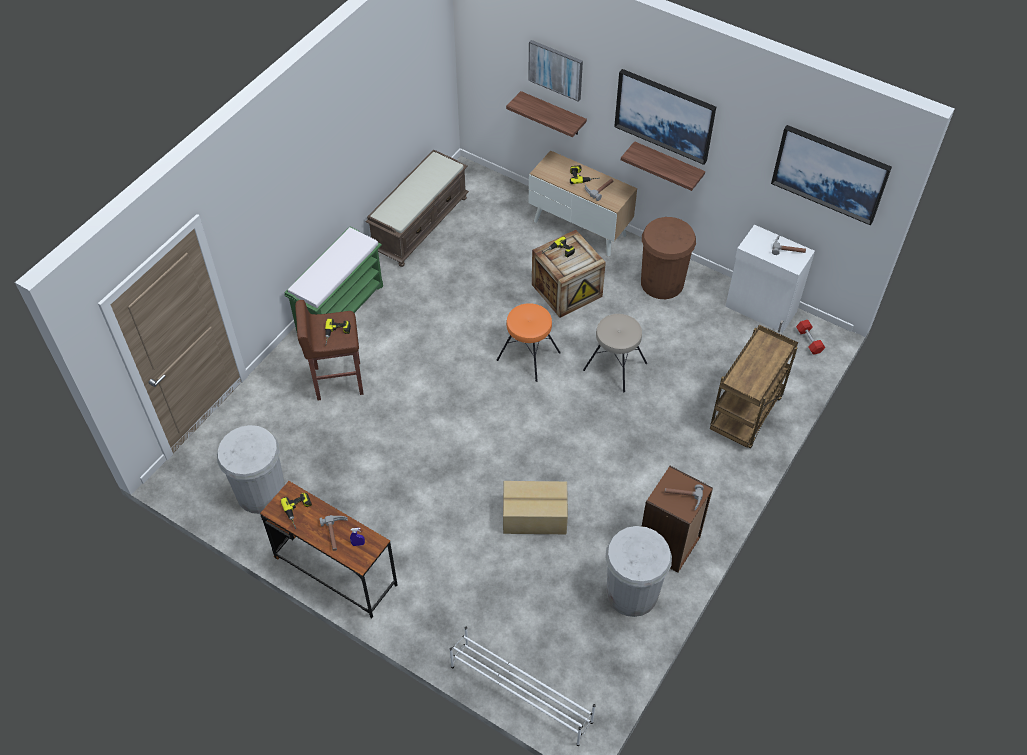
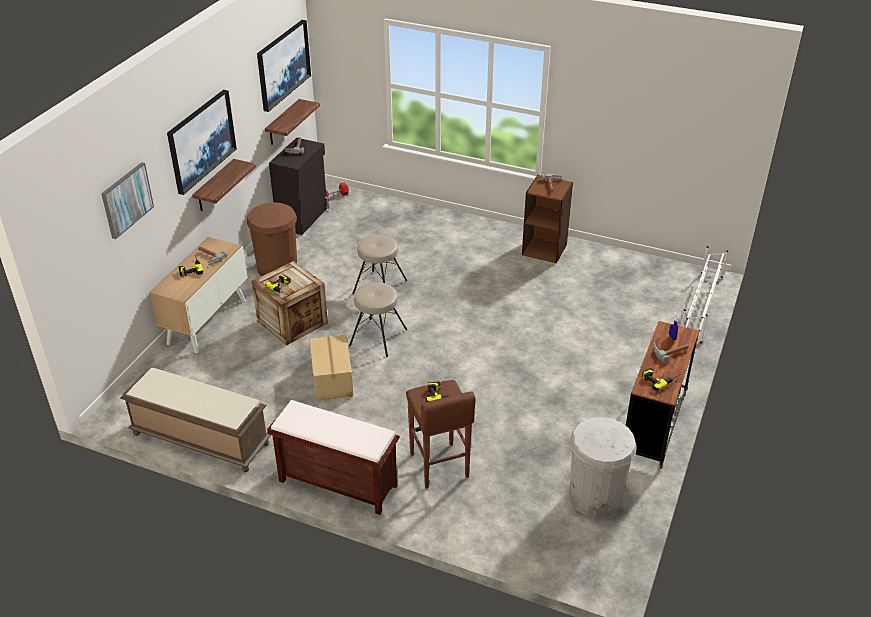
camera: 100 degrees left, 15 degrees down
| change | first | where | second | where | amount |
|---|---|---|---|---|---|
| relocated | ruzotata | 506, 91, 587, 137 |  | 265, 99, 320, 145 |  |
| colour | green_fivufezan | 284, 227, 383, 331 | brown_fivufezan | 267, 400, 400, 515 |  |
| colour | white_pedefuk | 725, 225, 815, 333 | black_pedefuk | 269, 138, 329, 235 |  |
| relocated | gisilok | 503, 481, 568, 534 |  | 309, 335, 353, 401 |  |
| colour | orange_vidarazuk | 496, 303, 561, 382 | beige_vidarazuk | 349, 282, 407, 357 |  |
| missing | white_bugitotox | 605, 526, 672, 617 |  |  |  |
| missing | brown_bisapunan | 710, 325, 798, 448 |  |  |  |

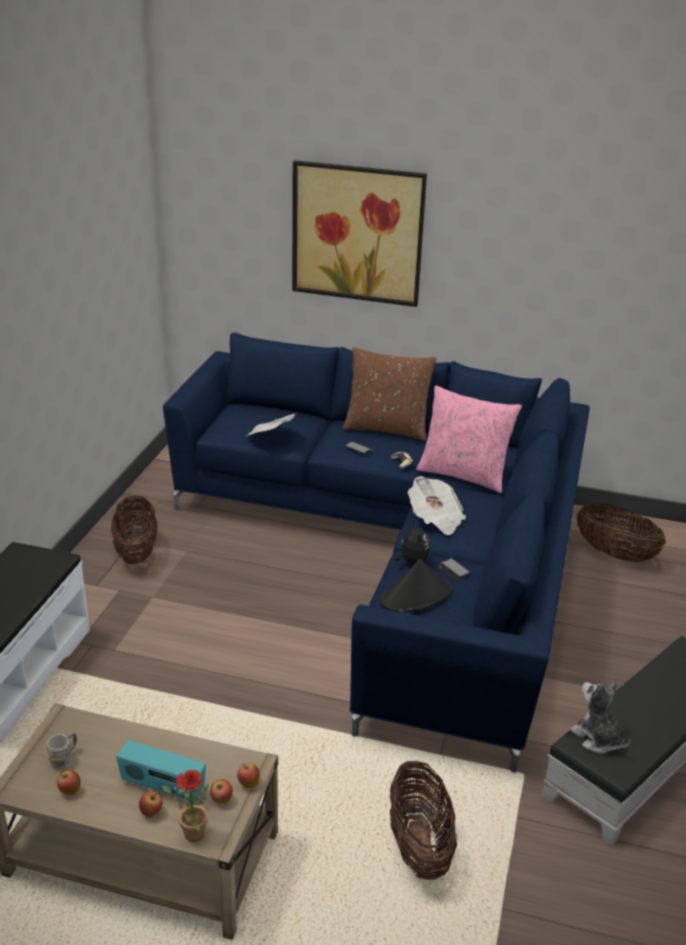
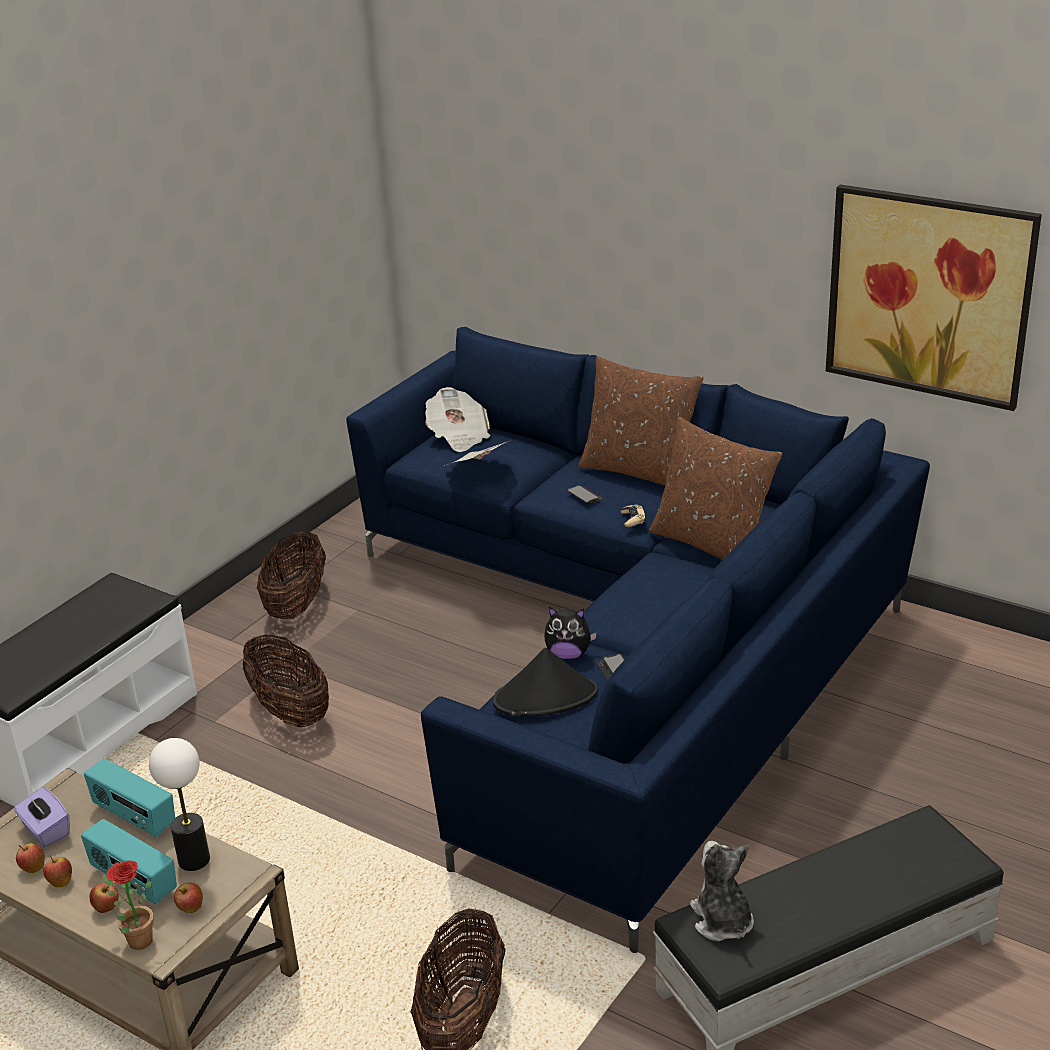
camera: 20 degrees right, 0 degrees up
| change | first | where | second | where | amount |
|---|---|---|---|---|---|
| exchanged | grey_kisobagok | 47, 732, 77, 768 | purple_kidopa | 14, 787, 70, 847 |  |
| relocated | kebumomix | 237, 763, 260, 788 |  | 43, 855, 72, 887 |  |
| appeared |  |  | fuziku | 84, 759, 175, 837 |  |
| appeared |  |  | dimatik | 149, 738, 210, 871 |  |
| relocated | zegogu | 576, 503, 666, 562 |  | 243, 634, 329, 727 |  |
| relocated | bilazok | 408, 476, 466, 535 |  | 425, 387, 490, 452 |  |
| spun | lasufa | 394, 519, 430, 565 |  | 544, 607, 597, 659 | 90 degrees clockwise |
| colour | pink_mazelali | 416, 386, 522, 493 | brown_mazelali | 649, 417, 782, 560 |  |
| relocated | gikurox | 292, 160, 427, 307 |  | 826, 184, 1042, 411 |  |

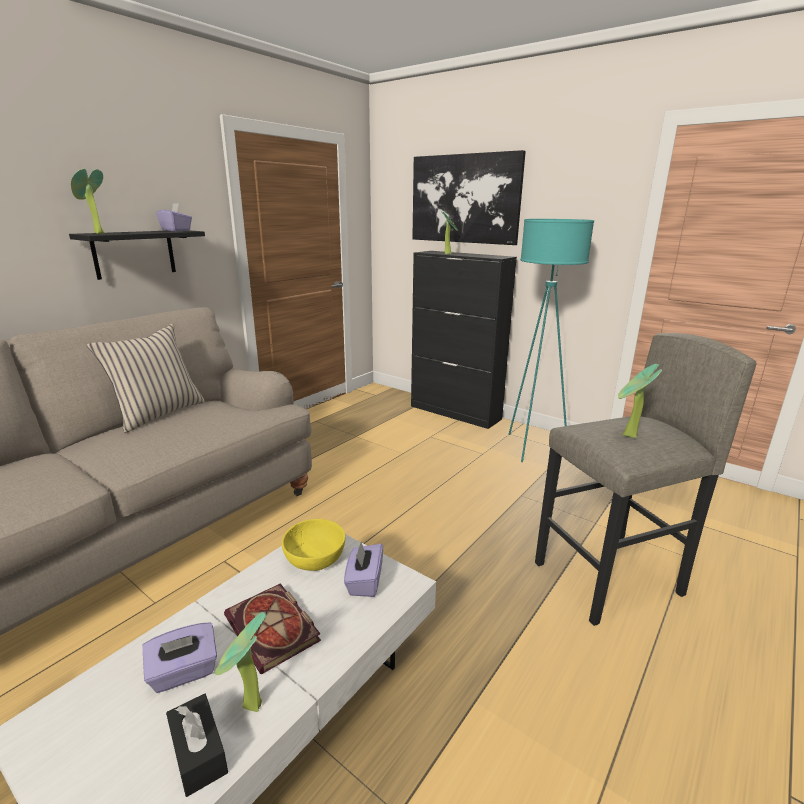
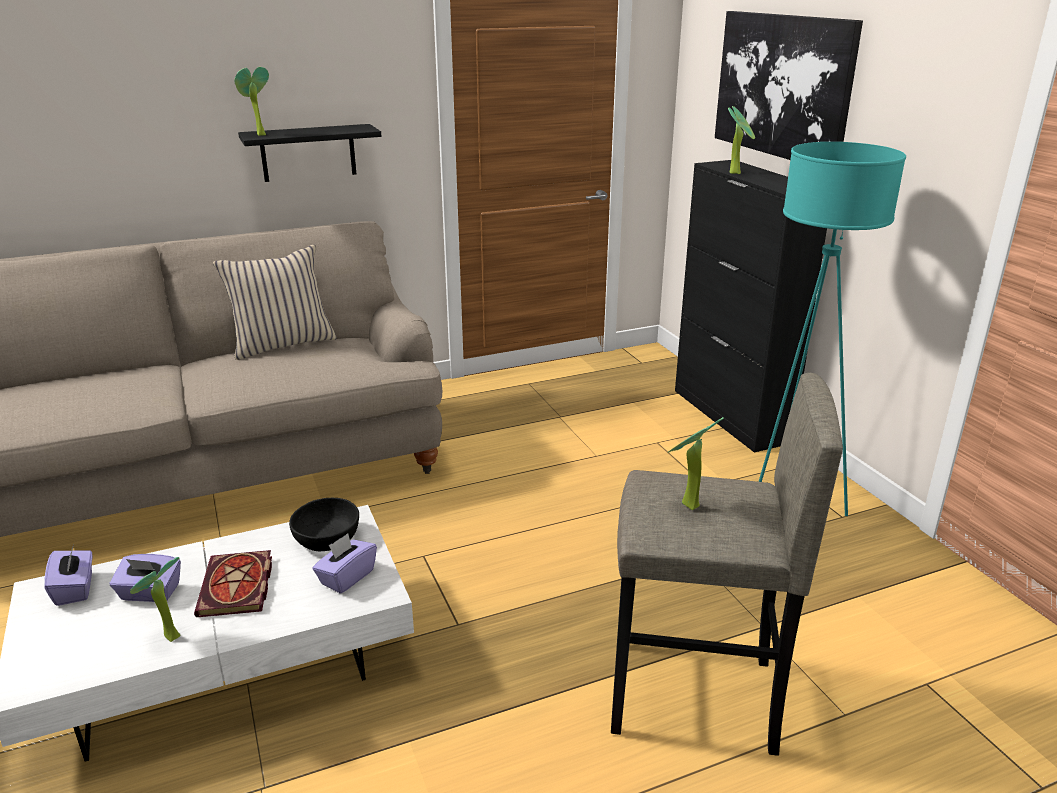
camera: 30 degrees right, 5 degrees up
| change | first | where | second | where | amount |
|---|---|---|---|---|---|
| relocated | purple_kidopa | 156, 203, 192, 231 |  | 44, 545, 92, 606 |  |
| colour | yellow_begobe | 282, 519, 345, 571 | black_begobe | 289, 498, 359, 551 |  |
| missing | black_kidopa | 166, 694, 228, 797 |  |  |  |

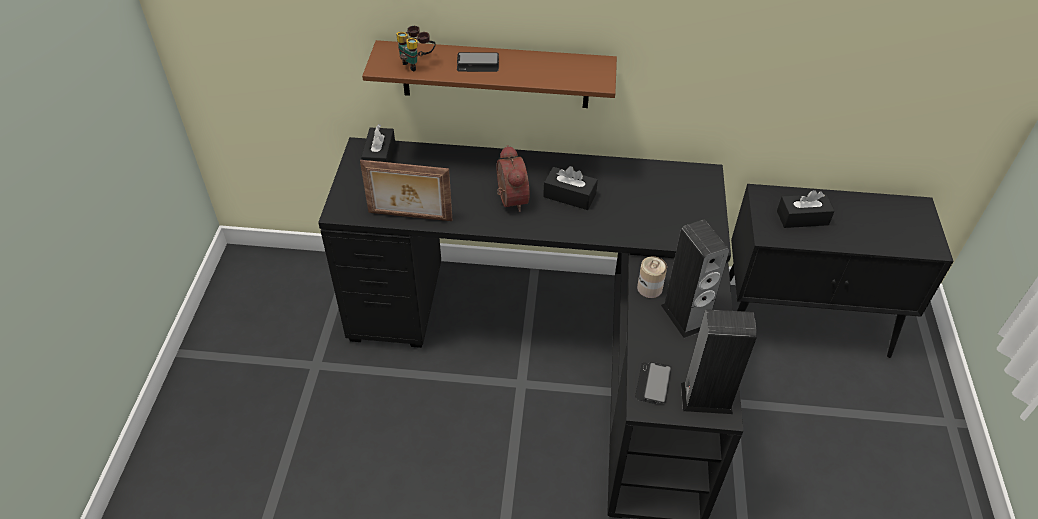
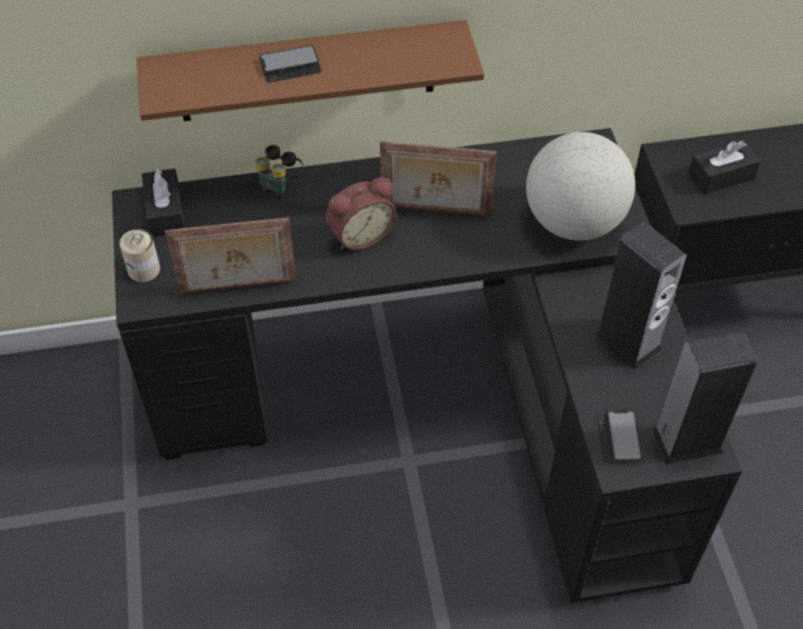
camera: 15 degrees left, 5 degrees up
| change | first | where | second | where | amount |
|---|---|---|---|---|---|
| relocated | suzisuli | 637, 256, 667, 298 |  | 119, 229, 160, 282 |  |
| relocated | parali | 396, 26, 435, 71 |  | 256, 145, 303, 199 |  |
| spun | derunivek | 497, 145, 530, 212 |  | 326, 177, 397, 250 | 90 degrees clockwise |
| exchanged | black_kidopa | 543, 166, 598, 210 | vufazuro | 380, 141, 497, 217 |  |
| appeared |  |  | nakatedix | 526, 132, 635, 241 |  |

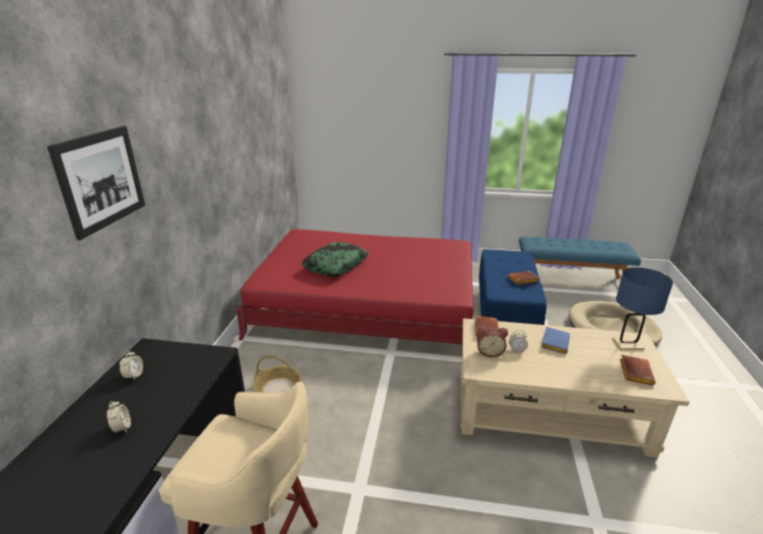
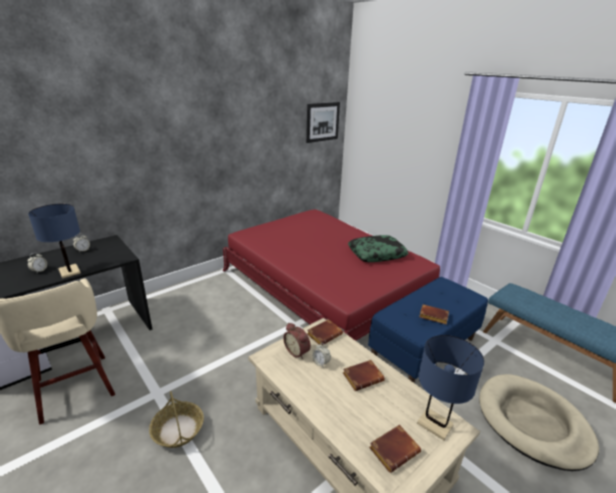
camera: 40 degrees right, 0 degrees up
| change | first | where | second | where | amount |
|---|---|---|---|---|---|
| appeared |  |  | blue_dimatik | 28, 204, 81, 279 |  |
| relocated | zegogu | 253, 355, 301, 393 |  | 149, 391, 204, 448 |  |
| relocated | gikurox | 47, 126, 145, 240 |  | 306, 102, 340, 143 |  |
| colour | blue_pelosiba | 542, 327, 570, 354 | brown_pelosiba | 343, 360, 385, 391 |  |
| relocated | mazelali | 301, 242, 368, 277 |  | 348, 235, 408, 262 |  |

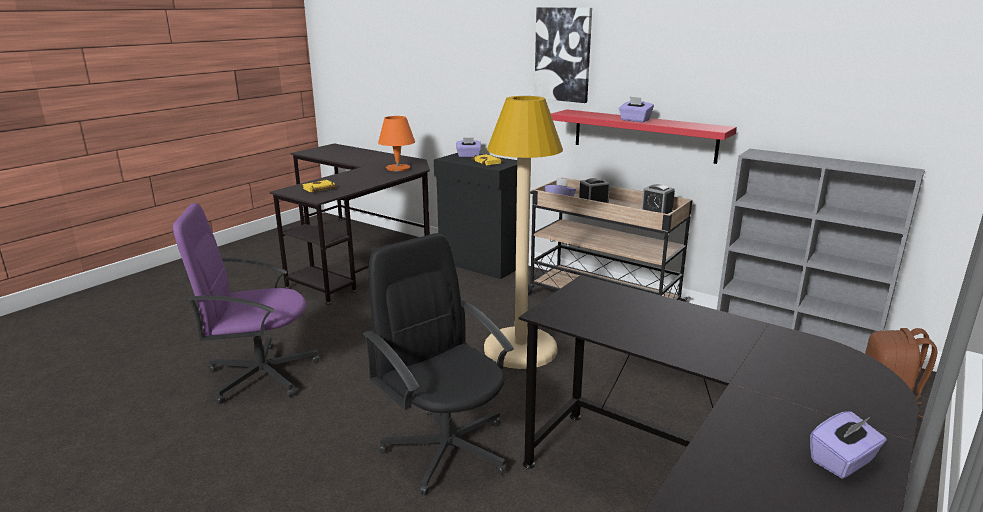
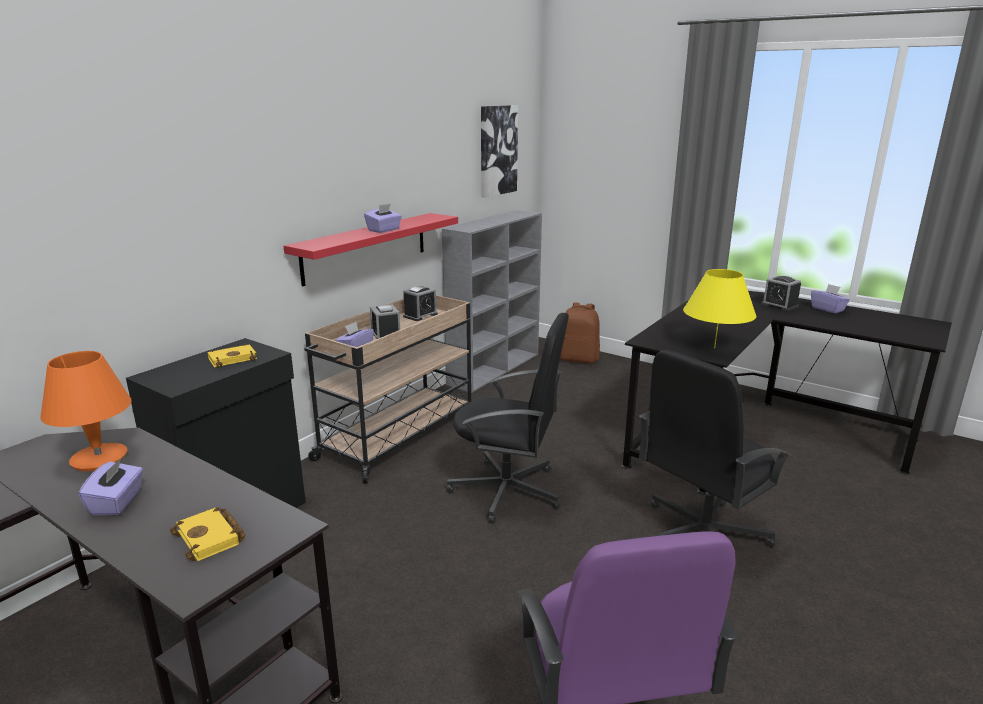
camera: 90 degrees left, 0 degrees up
| change | first | where | second | where | amount |
|---|---|---|---|---|---|
| relocated | purple_kidopa | 456, 137, 481, 157 |  | 79, 457, 143, 515 |  |
| exchanged | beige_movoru | 484, 96, 563, 369 | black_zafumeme | 446, 313, 569, 524 |  |
| relocated | gikurox | 534, 7, 592, 103 |  | 481, 105, 518, 198 |  |
| appeared |  |  | yellow_dimatik | 683, 269, 757, 348 |  |
| appeared |  |  | derunivek | 761, 276, 801, 311 |  |

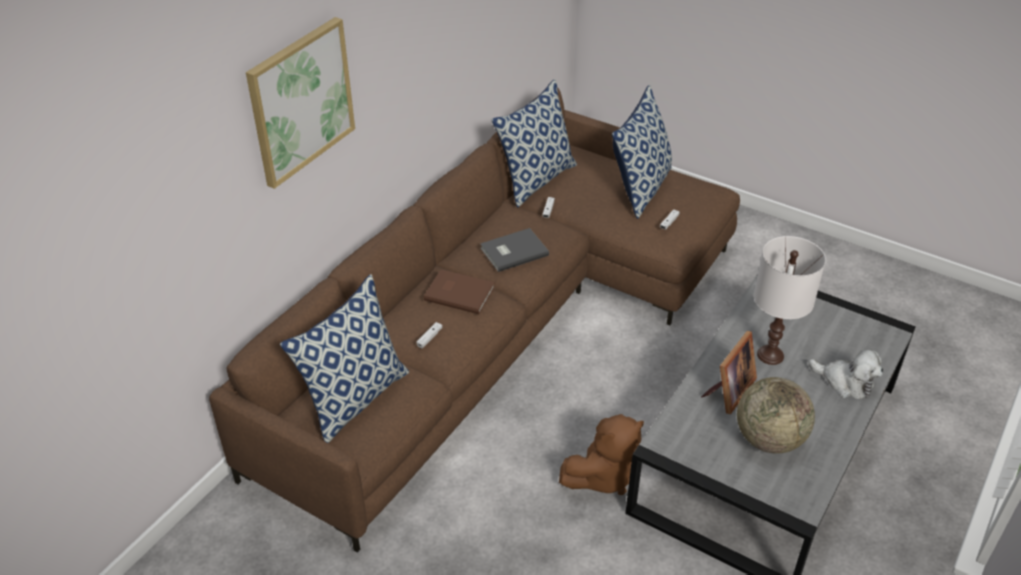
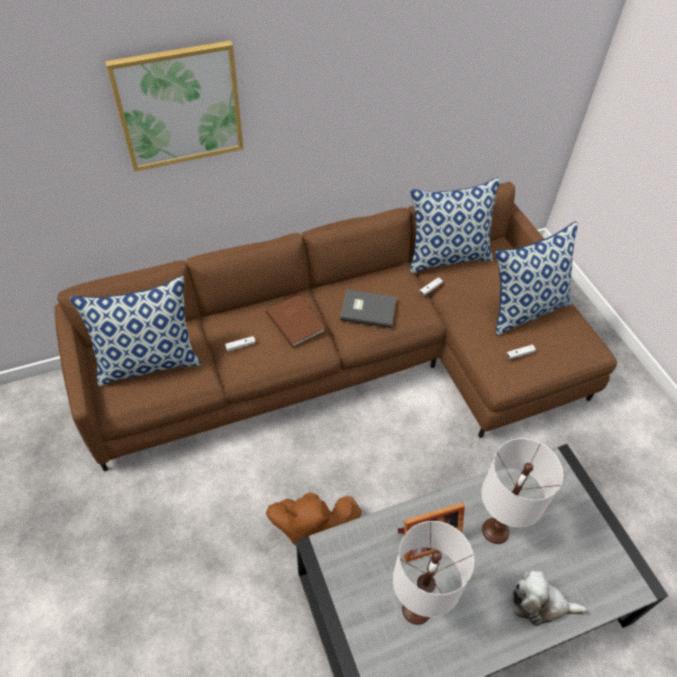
camera: 35 degrees right, 10 degrees up
| change | first | where | second | where | amount |
|---|---|---|---|---|---|
| exchanged | nakatedix | 737, 377, 815, 454 | white_dimatik | 393, 521, 474, 625 |  |
| spun | lasufa | 809, 349, 883, 399 |  | 513, 571, 587, 626 | 120 degrees clockwise |

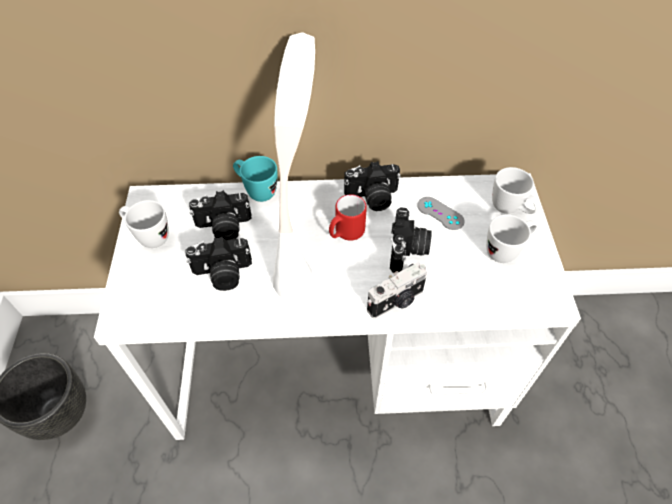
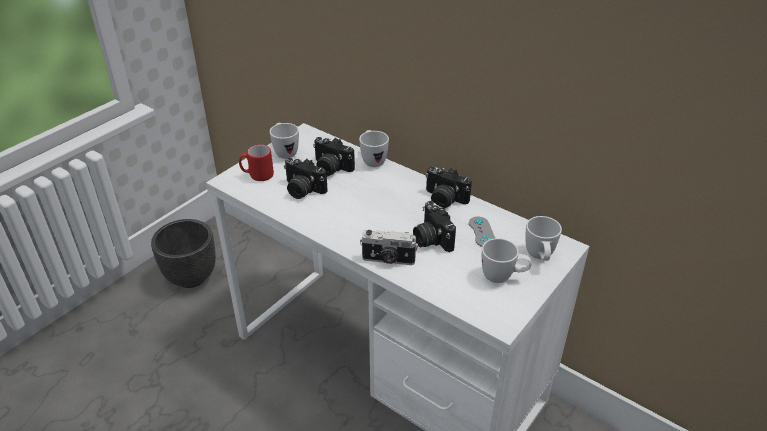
camera: 40 degrees right, 15 degrees down
| change | first | where | second | where | amount |
|---|---|---|---|---|---|
| relocated | red_kisobagok | 329, 194, 367, 241 |  | 239, 145, 274, 181 |  |
| colour | turquoise_kisobagok | 233, 156, 277, 202 | white_kisobagok | 359, 130, 389, 167 |  |
| spun | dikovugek | 390, 207, 432, 273 |  | 413, 201, 456, 252 | 105 degrees clockwise |
| missing | white_dimatik | 273, 32, 315, 301 |  |  |  |

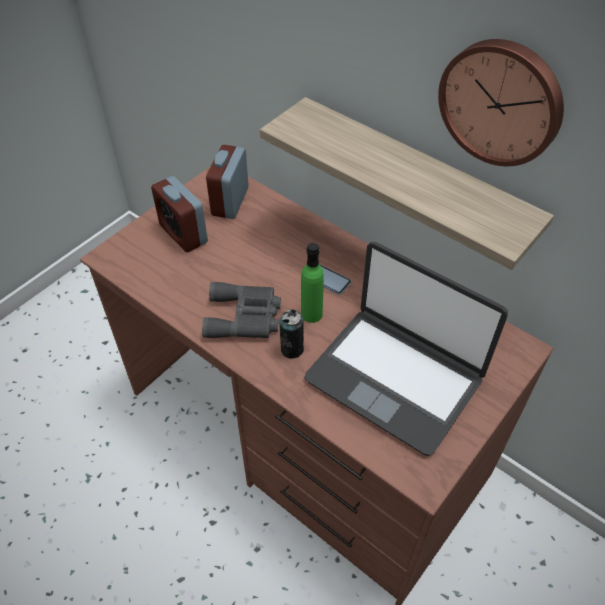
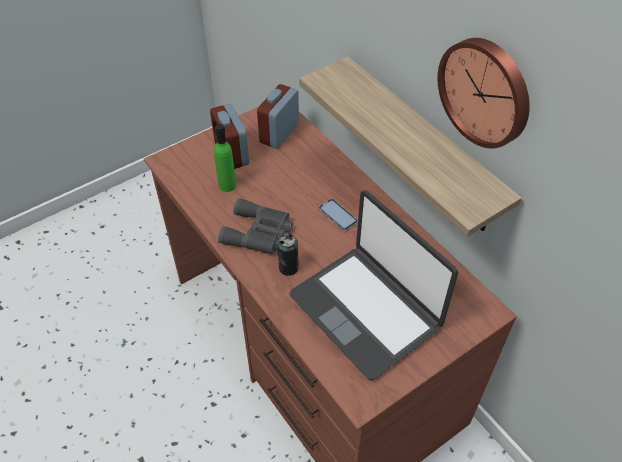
camera: 15 degrees right, 0 degrees up
| change | first | where | second | where | amount |
|---|---|---|---|---|---|
| relocated | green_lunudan | 301, 243, 324, 323 |  | 214, 124, 236, 192 |  |

